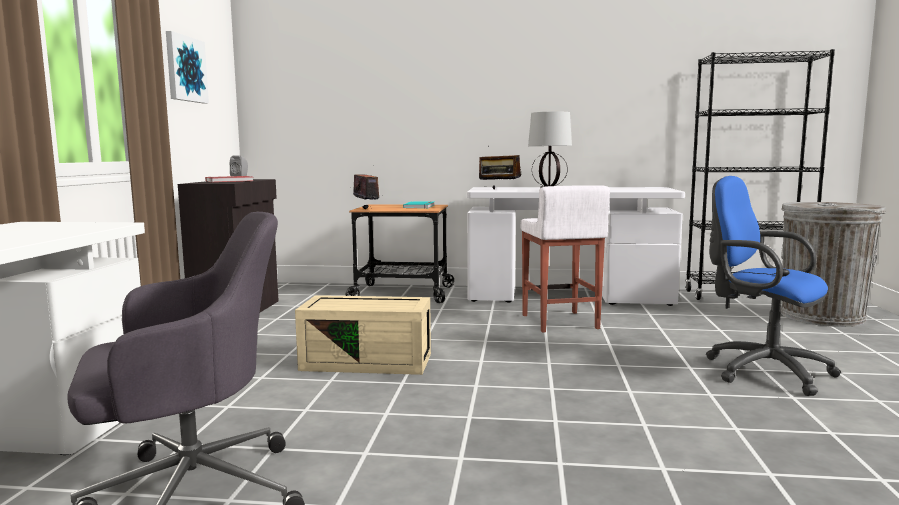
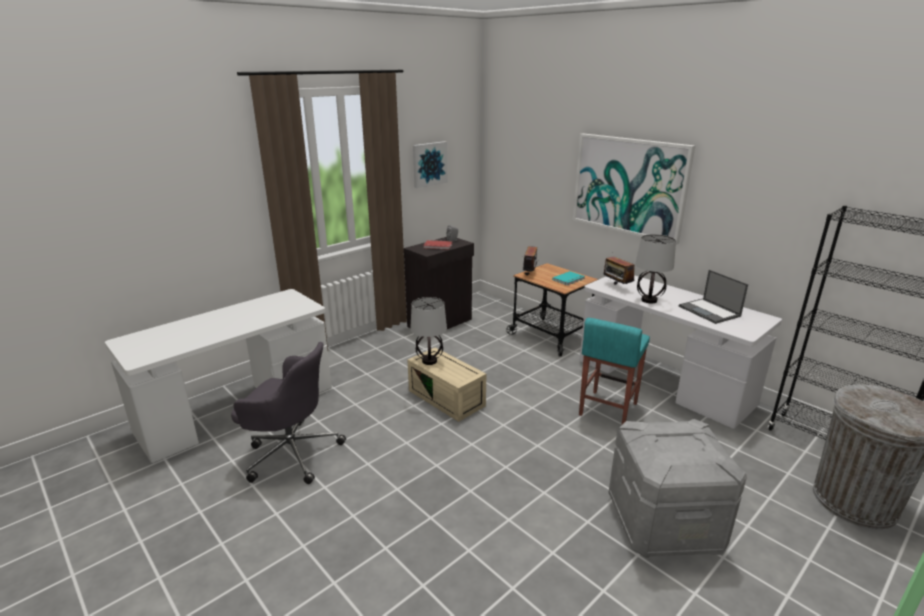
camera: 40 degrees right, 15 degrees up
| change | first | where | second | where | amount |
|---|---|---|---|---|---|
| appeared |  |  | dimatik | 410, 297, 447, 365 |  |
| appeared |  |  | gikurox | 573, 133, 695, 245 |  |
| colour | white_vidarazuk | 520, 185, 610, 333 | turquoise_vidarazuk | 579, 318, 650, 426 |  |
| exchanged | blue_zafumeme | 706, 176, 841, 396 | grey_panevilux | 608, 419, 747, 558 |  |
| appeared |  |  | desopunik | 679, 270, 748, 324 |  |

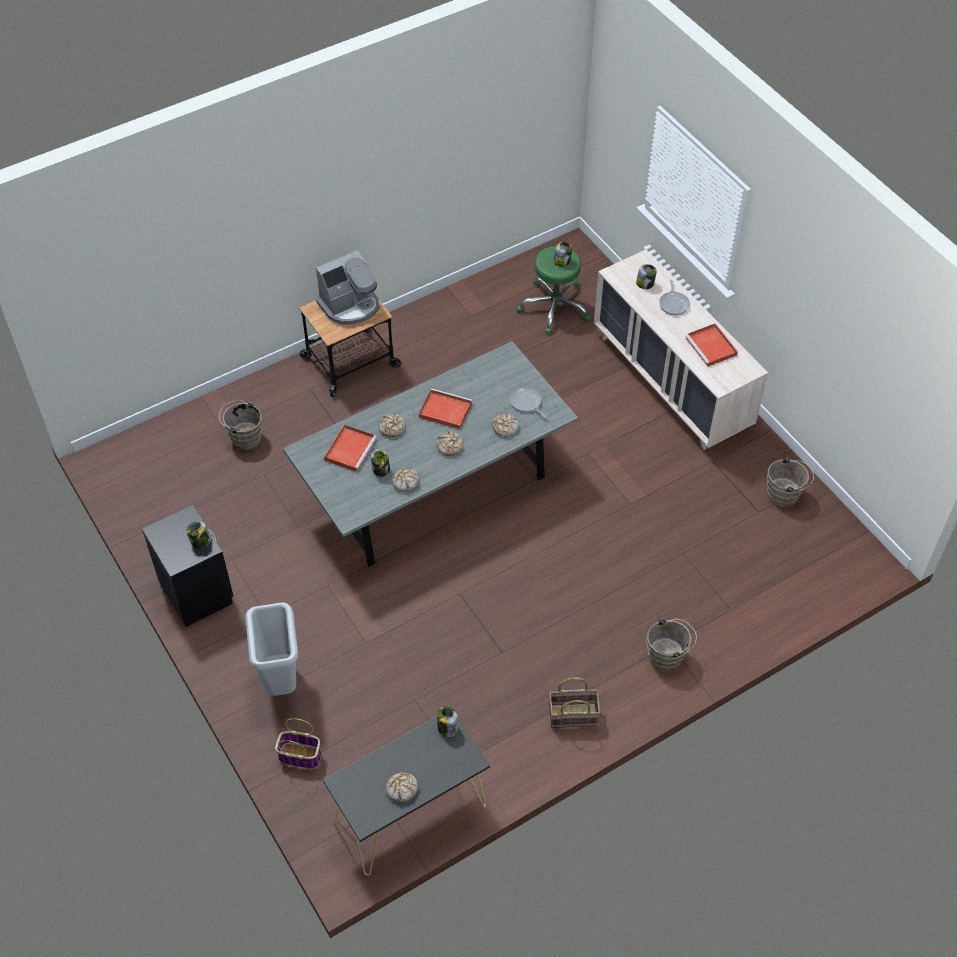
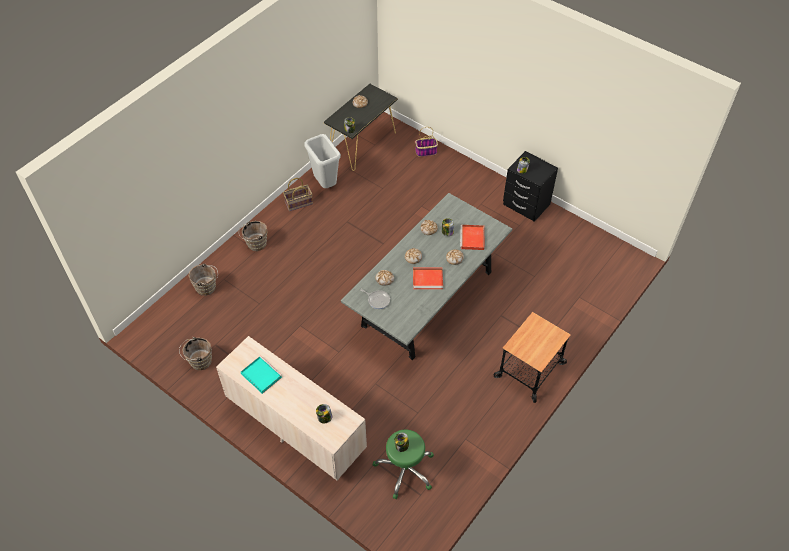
camera: 160 degrees right, 0 degrees up
| change | first | where | second | where | amount |
|---|---|---|---|---|---|
| relocated | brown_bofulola | 219, 400, 262, 450 |  | 189, 263, 218, 296 |  |
| colour | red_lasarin | 685, 323, 738, 367 | turquoise_lasarin | 241, 356, 282, 394 |  |
| relocated | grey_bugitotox | 245, 603, 298, 696 |  | 305, 134, 341, 188 |  |
| missing | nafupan | 316, 250, 379, 325 |  |  |  |
| missing | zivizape | 659, 280, 690, 315 |  |  |  |

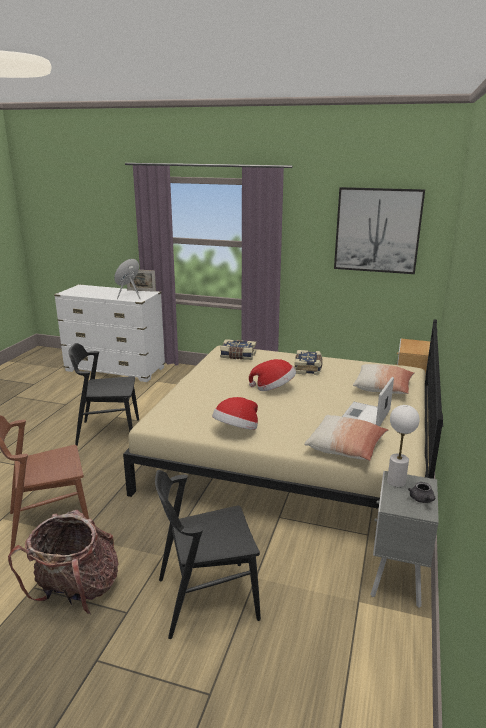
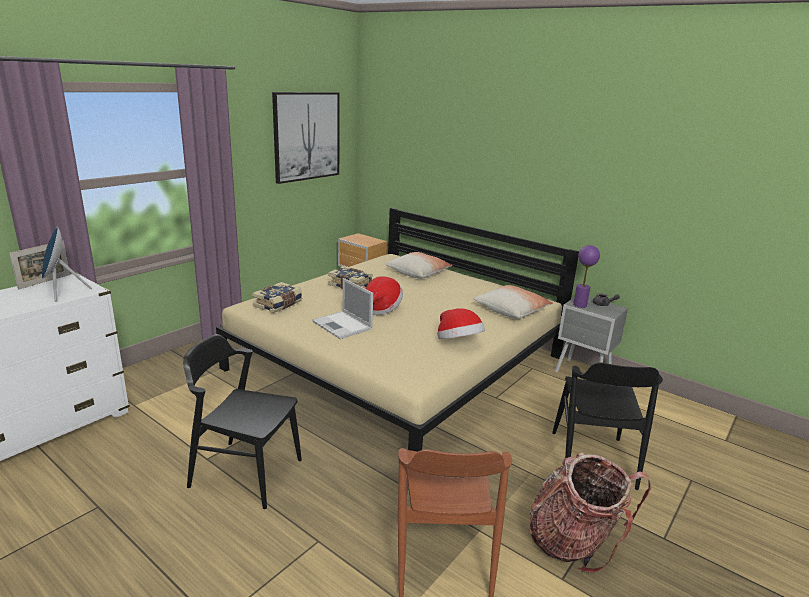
camera: 70 degrees left, 0 degrees up
| change | first | where | second | where | amount |
|---|---|---|---|---|---|
| spun | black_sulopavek | 68, 343, 139, 446 |  | 183, 334, 302, 509 | 90 degrees clockwise |
| relocated | desopunik | 342, 377, 394, 426 |  | 312, 278, 373, 339 |  |
| colour | white_dimatik | 387, 405, 420, 487 | purple_dimatik | 573, 245, 600, 308 |  |

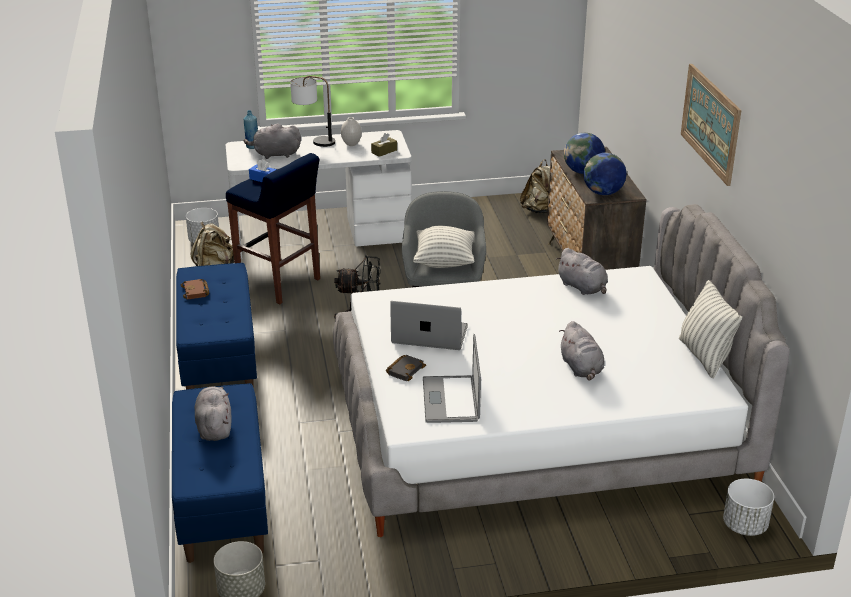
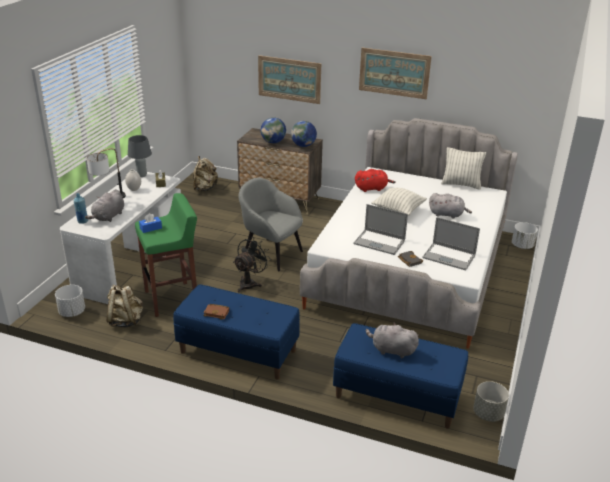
camera: 60 degrees left, 0 degrees up
| change | first | where | second | where | amount |
|---|---|---|---|---|---|
| appeared |  |  | grey_dimatik | 128, 135, 152, 177 |  |
| colour | blue_vidarazuk | 226, 153, 320, 304 | green_vidarazuk | 135, 193, 197, 317 |  |
| appeared |  |  | gikurox | 258, 55, 321, 104 |  |
| spun | desopunik | 390, 301, 468, 350 |  | 354, 204, 408, 255 | 105 degrees counterclockwise |
| colour | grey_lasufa | 556, 248, 608, 295 | red_lasufa | 355, 169, 396, 192 |  |
| relocated | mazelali | 413, 226, 475, 268 |  | 371, 187, 427, 216 |  |

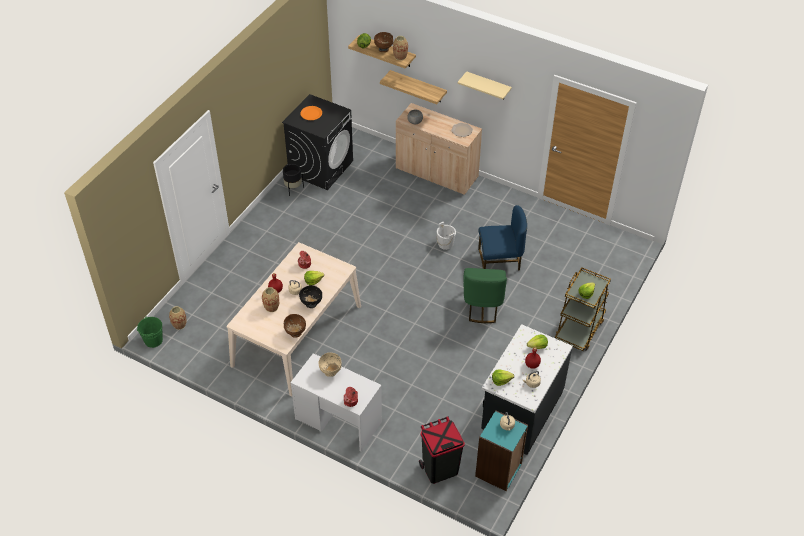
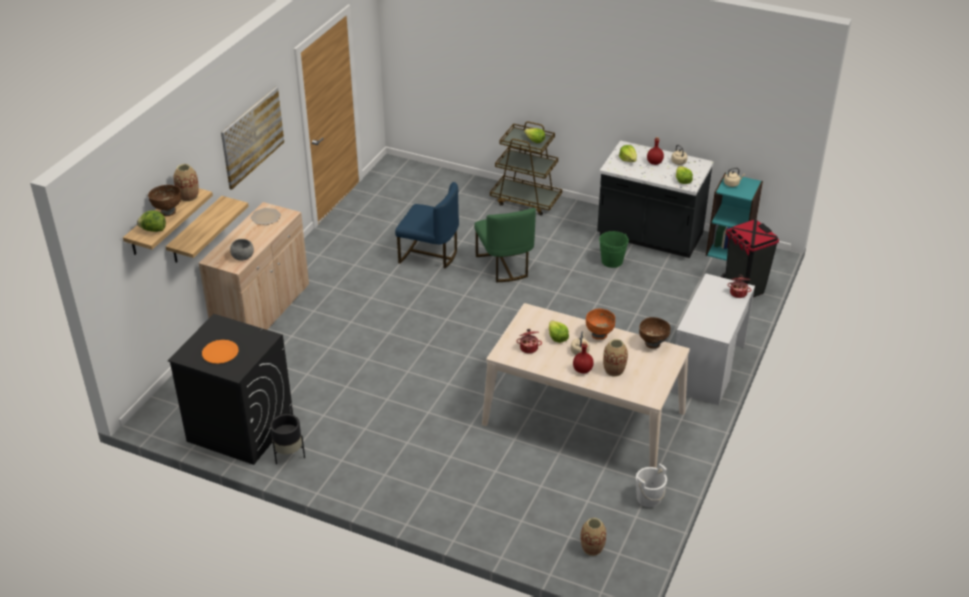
camera: 95 degrees left, 10 degrees down
| change | first | where | second | where | amount |
|---|---|---|---|---|---|
| exchanged | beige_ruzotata | 457, 71, 512, 100 | gikurox | 221, 87, 284, 190 |  |
| spun | blue_sulopavek | 478, 205, 527, 271 |  | 395, 182, 459, 269 | 120 degrees clockwise |
| spun | green_sulopavek | 464, 268, 507, 323 |  | 474, 208, 536, 282 | 75 degrees clockwise |
| colour | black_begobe | 299, 285, 322, 308 | orange_begobe | 586, 309, 615, 339 |  |
| relocated | green_bofulola | 137, 317, 163, 348 |  | 599, 231, 629, 268 |  |
| relocated | white_bofulola | 437, 222, 456, 250 |  | 636, 464, 667, 507 |  |
| missing | beige_begobe | 319, 352, 342, 377 |  |  |  |

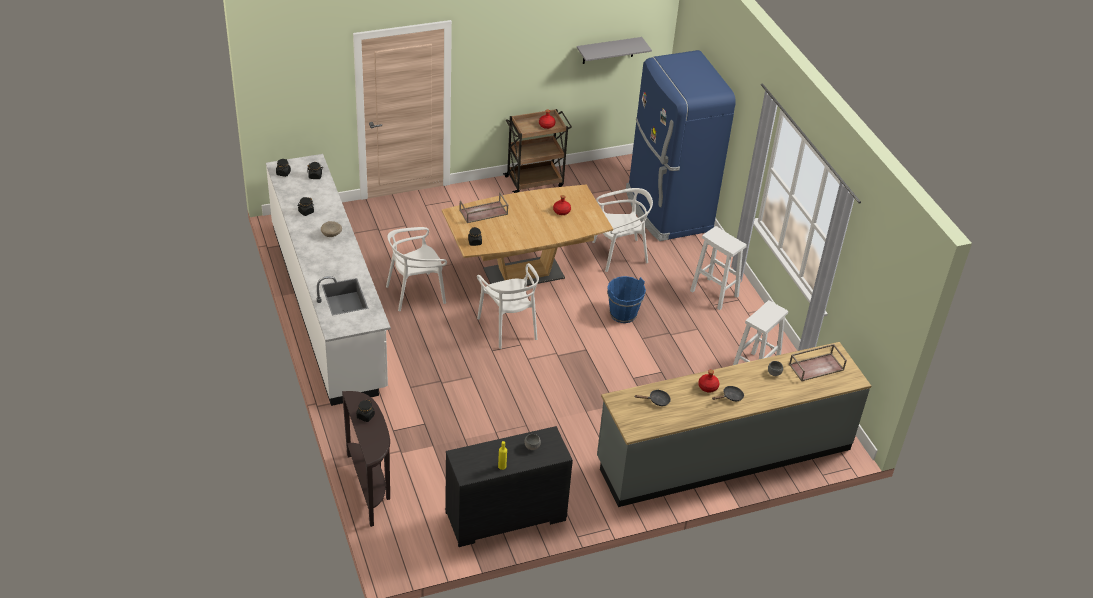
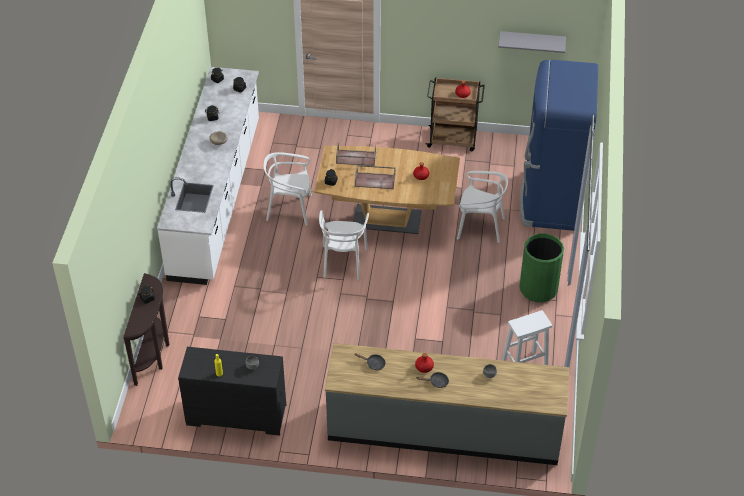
camera: 30 degrees right, 5 degrees up
| change | first | where | second | where | amount |
|---|---|---|---|---|---|
| relocated | brown_lasarin | 789, 344, 847, 381 |  | 355, 165, 396, 189 |  |
| exchanged | white_vidarazuk | 690, 226, 747, 310 | green_bugitotox | 519, 234, 564, 302 |  |
| missing | blue_bofulola | 607, 276, 646, 323 |  |  |  |

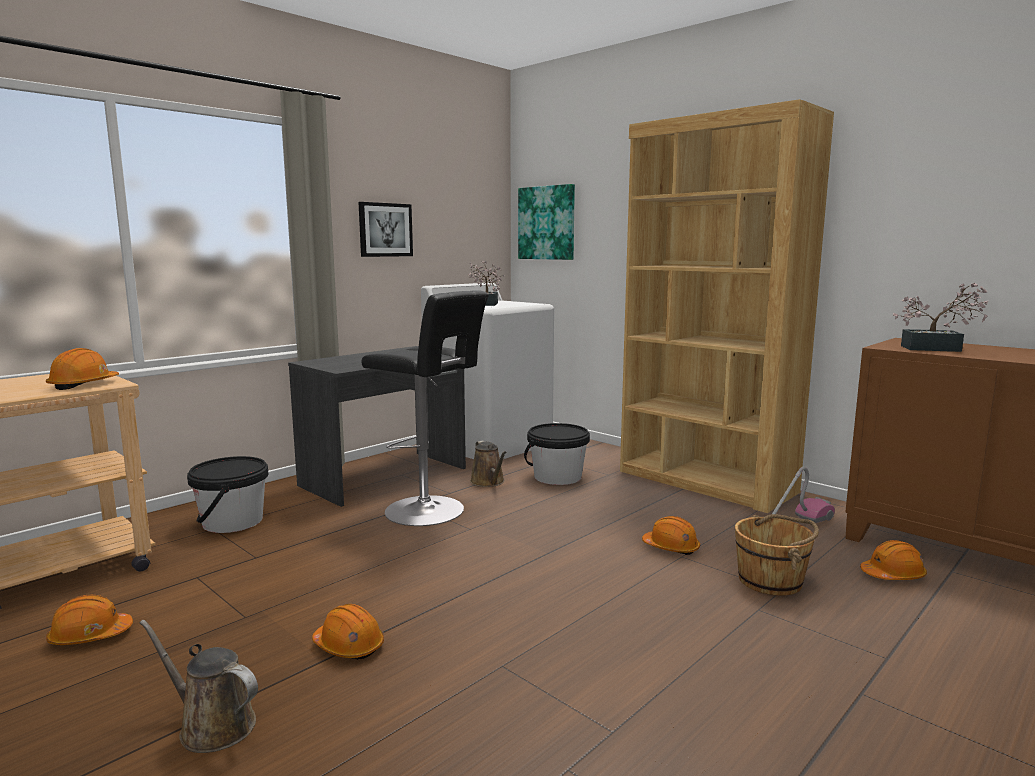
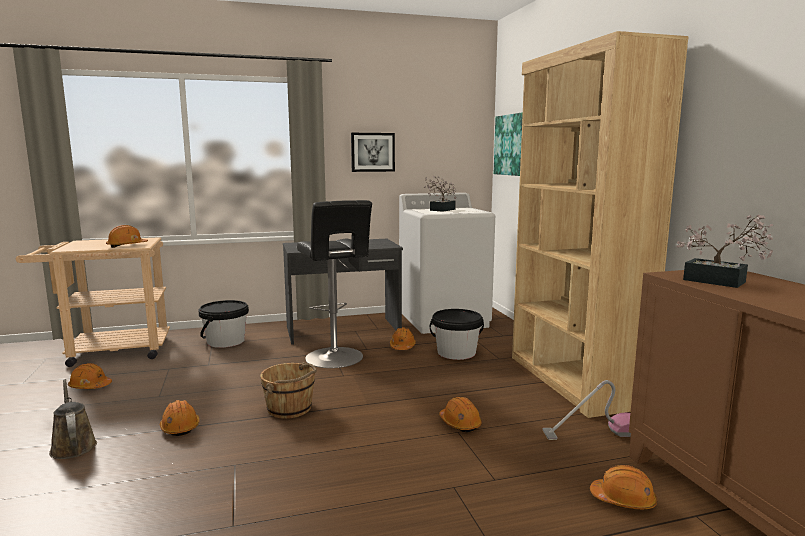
camera: 30 degrees right, 0 degrees up
| change | first | where | second | where | amount |
|---|---|---|---|---|---|
| relocated | brown_bofulola | 735, 514, 819, 596 |  | 260, 362, 317, 419 |  |
| exchanged | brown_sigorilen | 470, 440, 507, 487 | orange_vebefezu | 390, 327, 416, 350 |  |

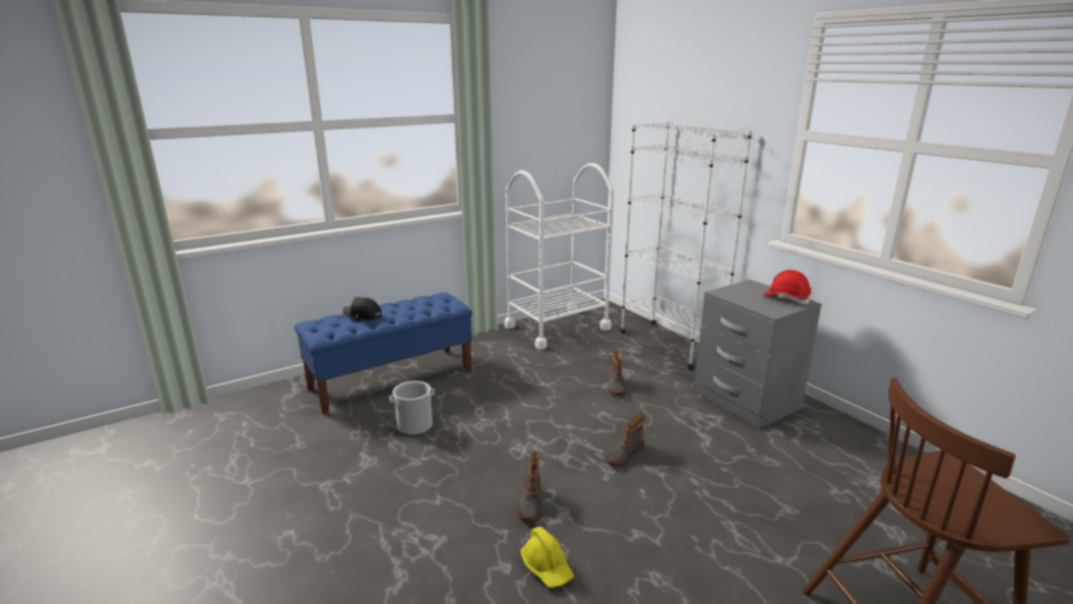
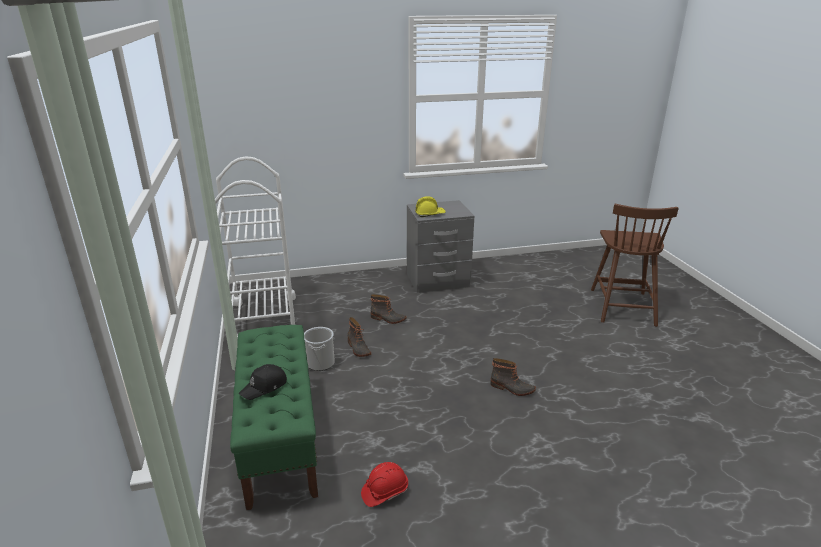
camera: 70 degrees left, 5 degrees up
| change | first | where | second | where | amount |
|---|---|---|---|---|---|
| colour | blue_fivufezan | 294, 292, 472, 415 | green_fivufezan | 230, 325, 318, 510 |  |
| relocated | bofulola | 390, 381, 435, 436 |  | 304, 327, 335, 371 |  |
| relocated | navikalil | 607, 413, 645, 467 |  | 347, 317, 371, 357 |  |
| relocated | red_vebefezu | 763, 270, 811, 304 |  | 361, 462, 408, 507 |  |
| relocated | yellow_vebefezu | 520, 527, 574, 588 |  | 415, 196, 446, 217 |  |
| missing | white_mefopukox | 620, 122, 752, 370 |  |  |  |

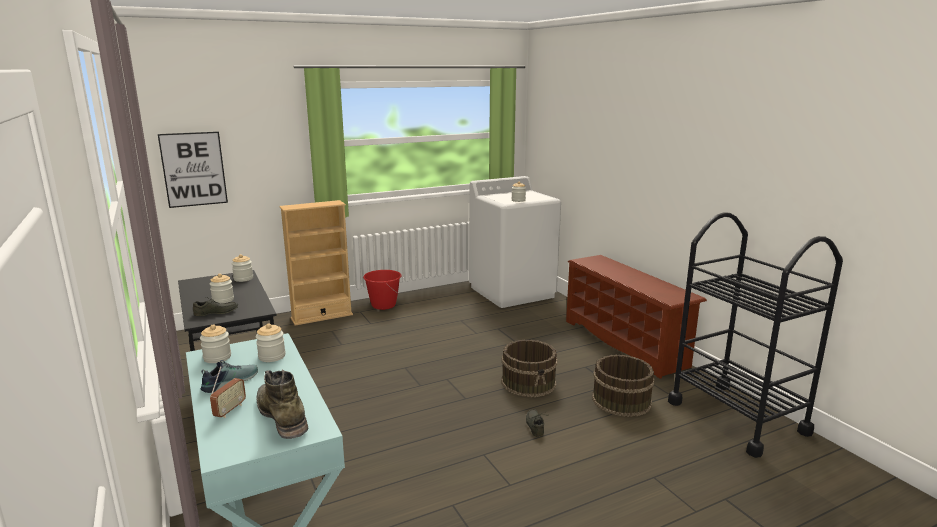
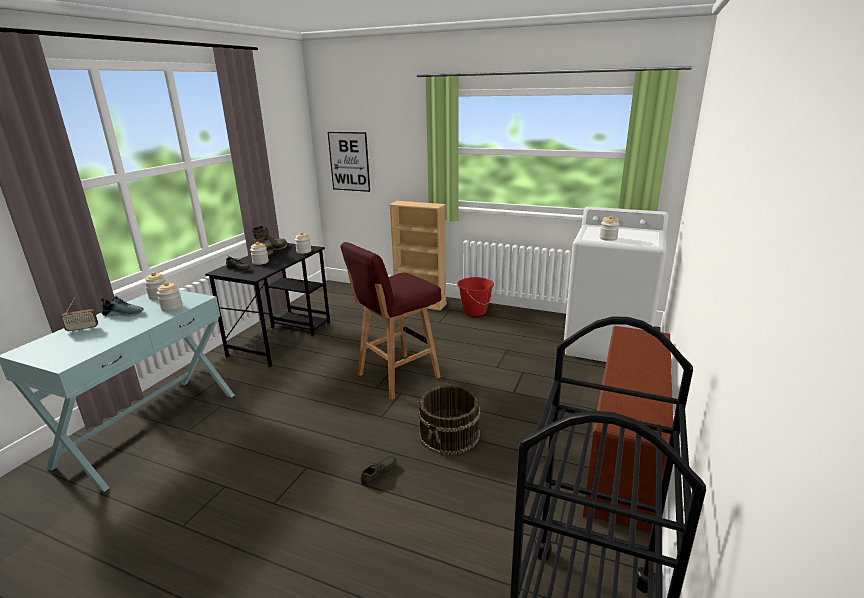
camera: 50 degrees right, 5 degrees up
| change | first | where | second | where | amount |
|---|---|---|---|---|---|
| relocated | green_navikalil | 256, 370, 308, 439 |  | 252, 225, 288, 255 |  |
| appeared |  |  | red_vidarazuk | 340, 242, 441, 400 |  |
| missing | brown_bofulola | 592, 355, 655, 417 |  |  |  |

